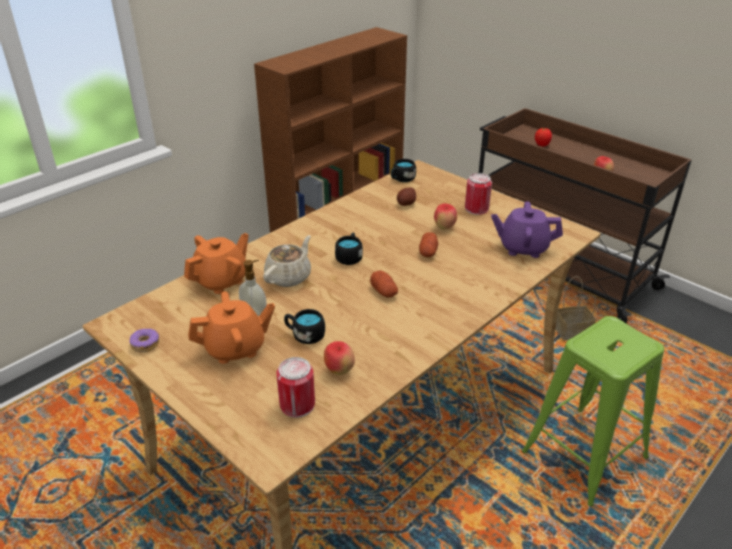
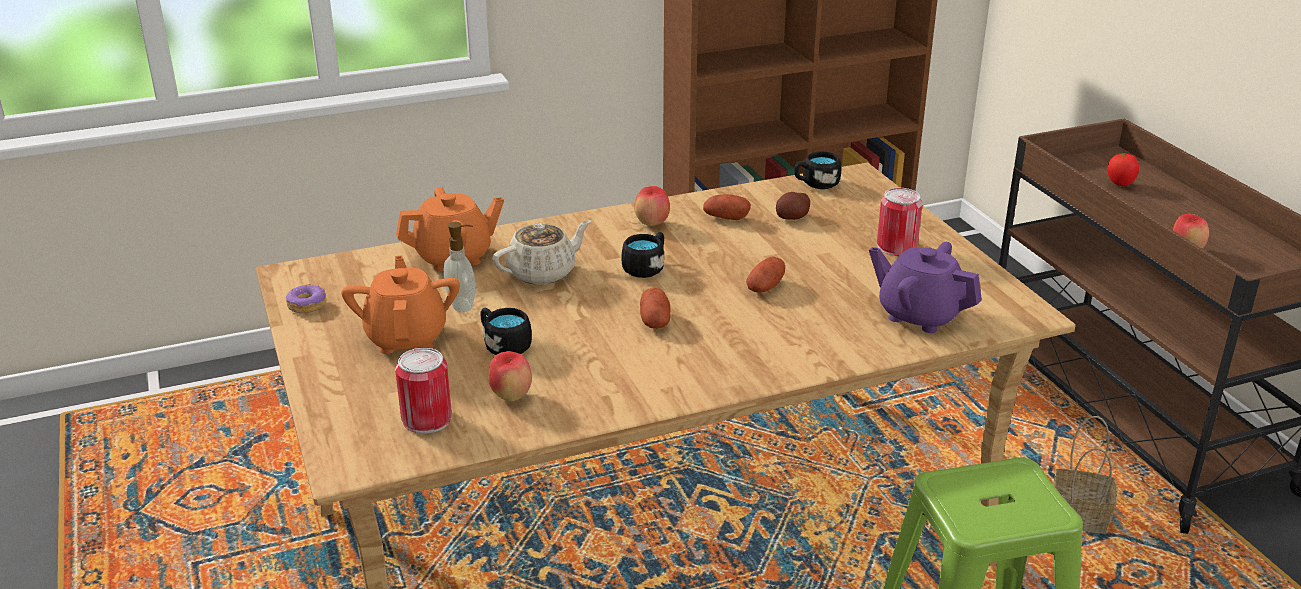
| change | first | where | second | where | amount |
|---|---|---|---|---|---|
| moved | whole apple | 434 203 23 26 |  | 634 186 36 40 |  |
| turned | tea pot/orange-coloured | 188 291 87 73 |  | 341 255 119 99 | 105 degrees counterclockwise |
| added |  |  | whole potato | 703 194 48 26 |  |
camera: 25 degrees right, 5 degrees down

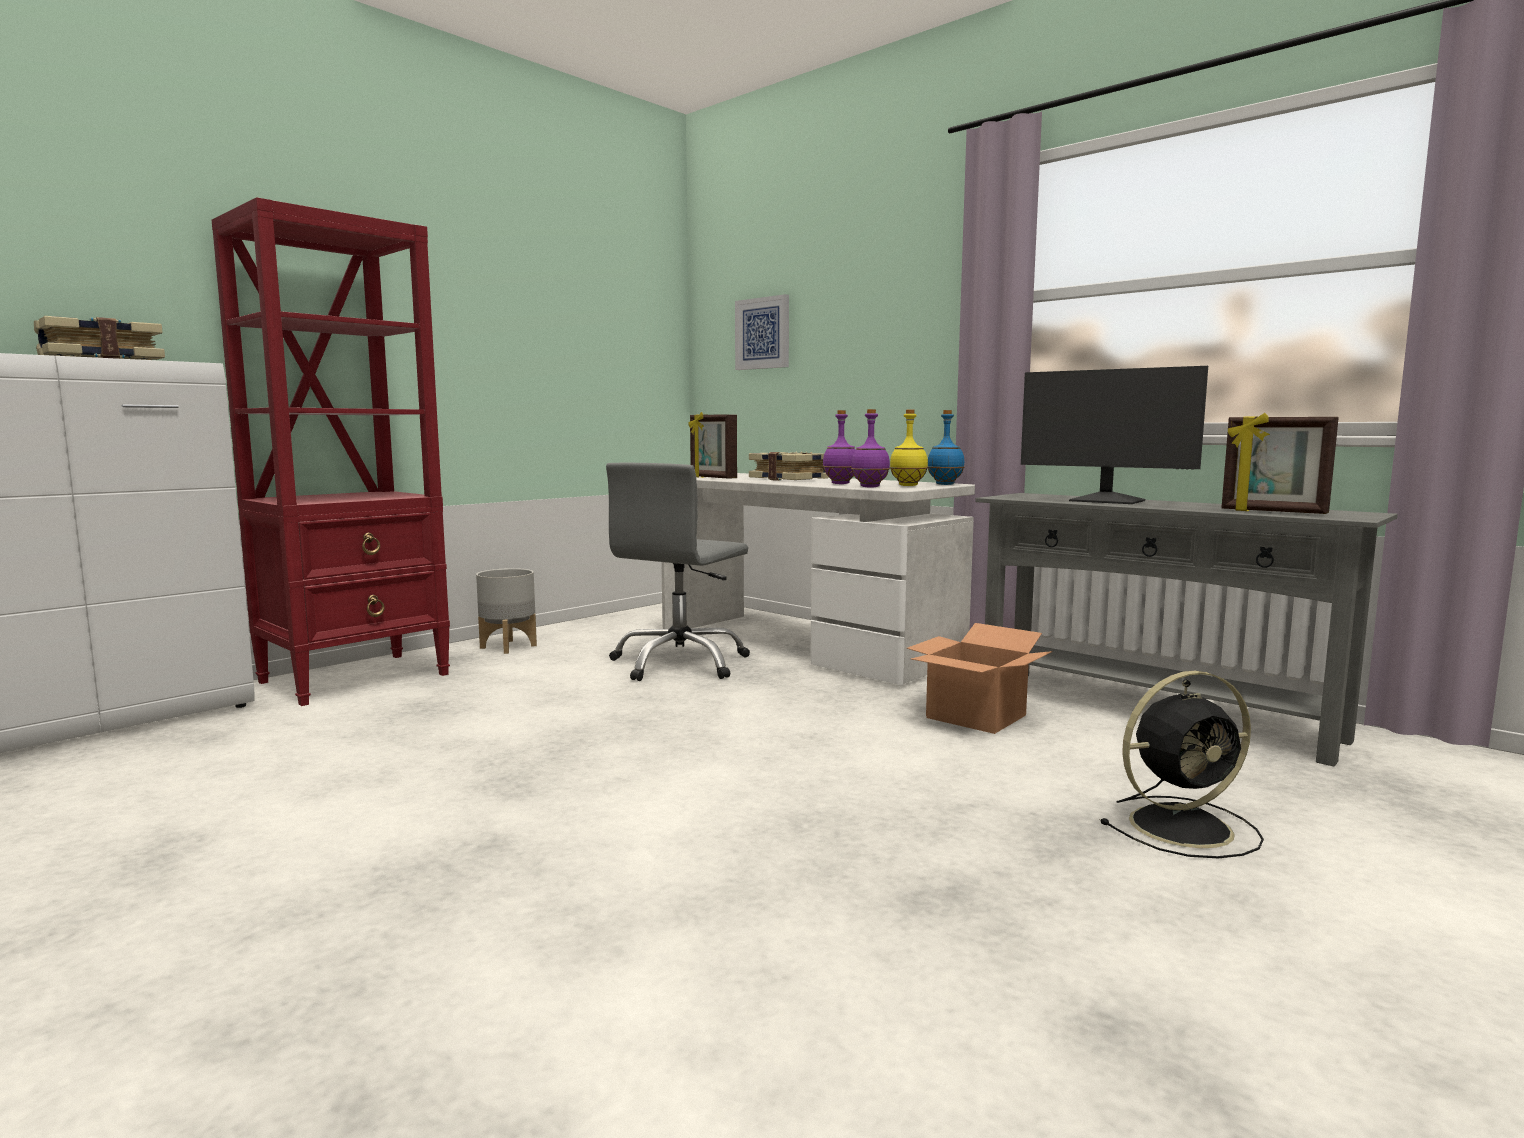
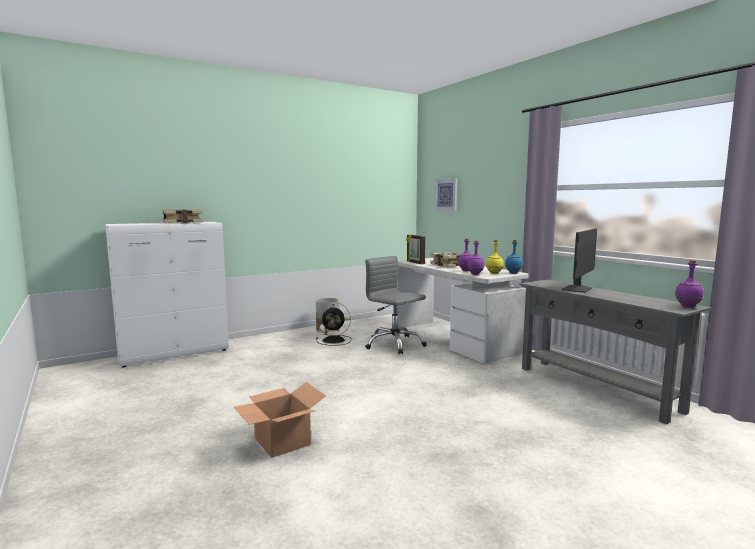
| change | first | where | second | where | amount |
|---|---|---|---|---|---|
| removed | shelving unit/red | 212 197 238 509 |  |  |  |
| turned | computer display | 1021 366 187 138 |  | 561 228 36 65 | 105 degrees counterclockwise |
| removed | picture frame | 1221 413 118 101 |  |  |  |
| turned | desk chair/grey | 606 463 144 218 |  | 365 256 62 99 | 90 degrees clockwise |
| moved | carton | 907 623 146 111 |  | 234 382 92 76 |  |
| moved | fan/black-coloured | 1100 671 164 187 |  | 316 302 35 44 |  |
| added |  |  | bottle/purplish | 675 260 29 48 |  |
camera: 15 degrees right, 0 degrees up

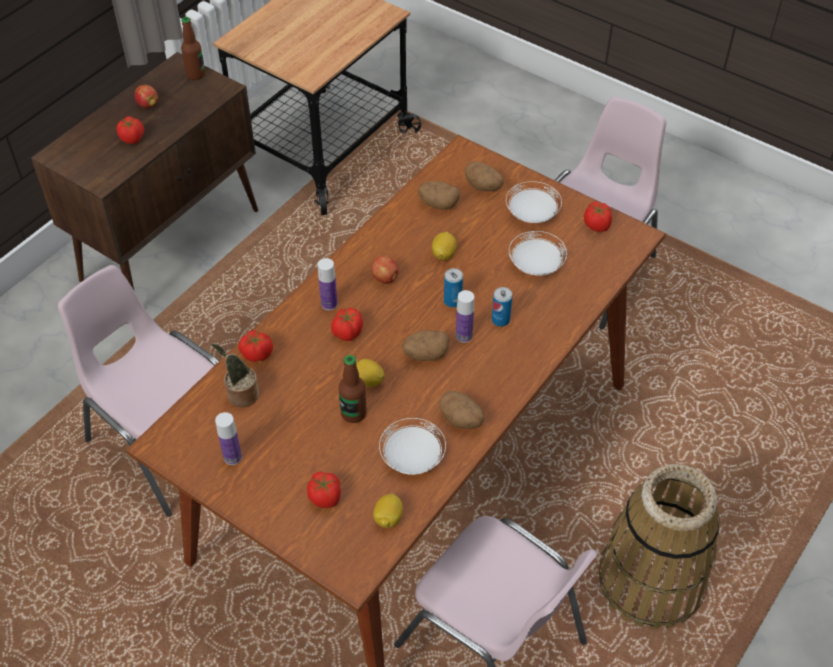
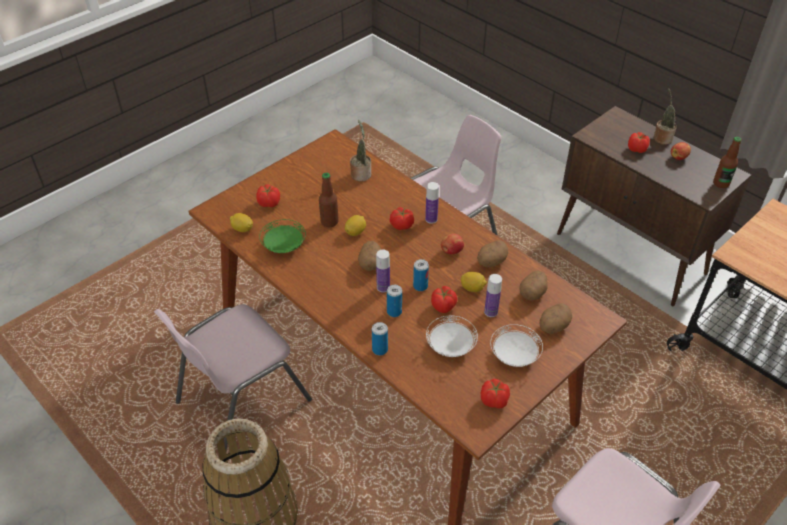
| change | first | where | second | where | amount |
|---|---|---|---|---|---|
| moved | whole tomato | 239 330 34 32 |  | 431 286 26 27 |  |
| moved | whole potato | 439 391 46 38 |  | 477 240 31 28 |  |
| moved | bottle | 215 412 27 53 |  | 484 274 18 43 |  |
| recoloured | plate/white-coloured | 379 418 67 57 | plate/green | 259 219 47 34 |  |
| added |  |  | houseplant | 654 88 23 57 |  |
| added |  |  | sealed can | 372 322 16 34 |  |
camera: 100 degrees right, 5 degrees down

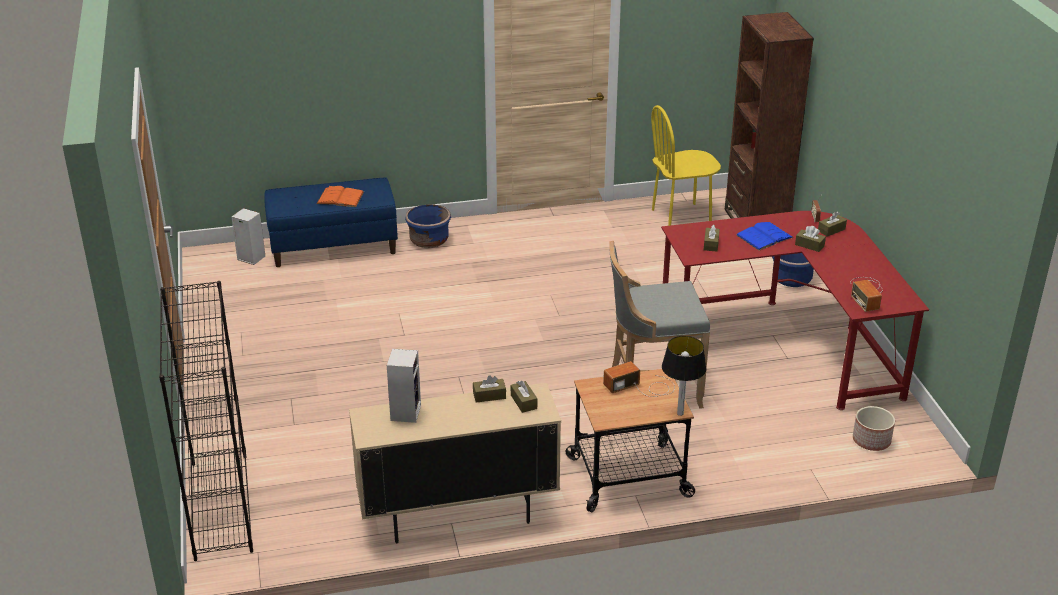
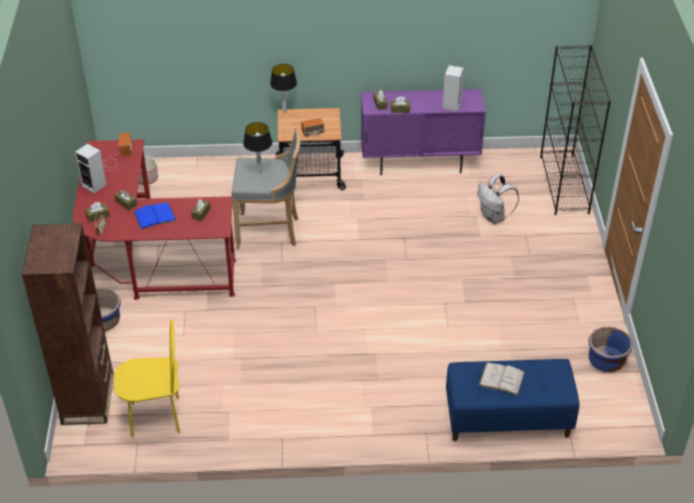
| change | first | where | second | where | amount |
|---|---|---|---|---|---|
| recoloured | book/orange-coloured | 316 186 48 21 | book/white-coloured | 479 363 46 32 |  |
| moved | flower pot/blue-coloured | 405 204 46 44 |  | 588 327 44 45 |  |
| moved | speaker | 232 208 33 57 |  | 75 143 31 51 |  |
| recoloured | cabinet/beige-coloured | 349 383 212 161 | cabinet/purplish | 361 89 125 87 |  |
| added |  |  | table lamp | 243 122 29 52 |  |
| added |  |  | rucksack/white-coloured | 477 174 42 50 |  |
camera: 170 degrees left, 10 degrees up

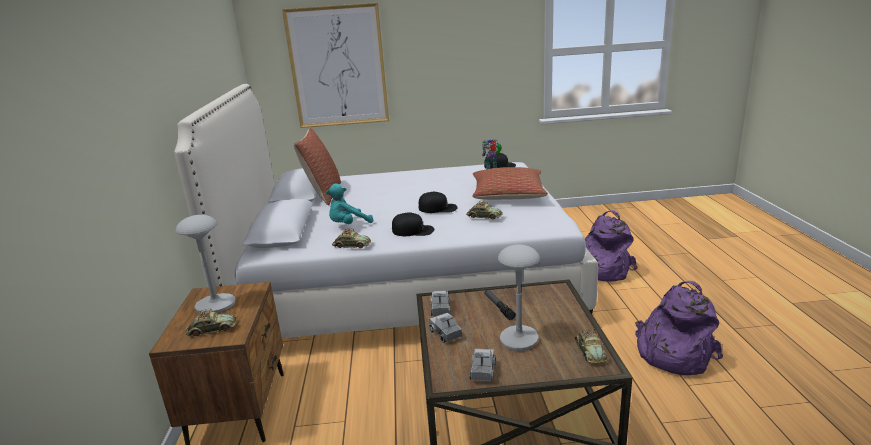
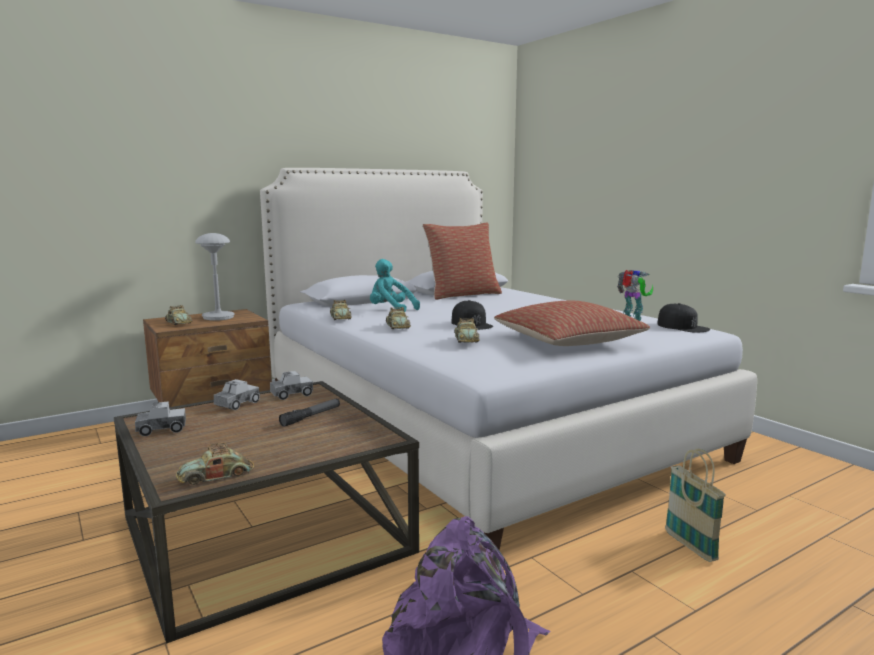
| change | first | where | second | where | amount |
|---|---|---|---|---|---|
| removed | wall picture | 282 3 107 125 |  |  |  |
| replaced | rucksack/purplish | 585 210 53 72 | household basket | 665 449 61 113 |  |
| replaced | cap/black-coloured | 392 212 42 24 | miniature car | 386 307 25 22 |  |
| removed | table lamp/grey | 498 245 42 106 |  |  |  |
camera: 60 degrees right, 10 degrees down

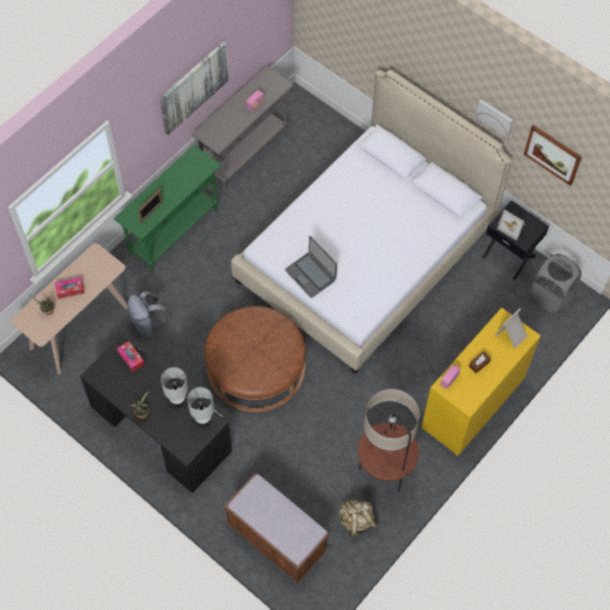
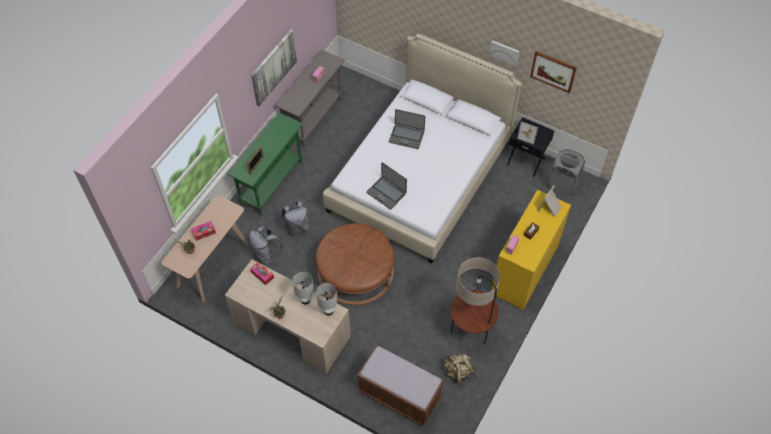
| change | first | where | second | where | amount |
|---|---|---|---|---|---|
| recoloured | desk unit/black-coloured | 80 335 152 158 | desk unit/beige-coloured | 225 259 126 115 |  |
| added |  |  | portable computer | 389 109 36 40 |  |
| added |  |  | rucksack/grey | 282 201 27 35 |  |
camera: 10 degrees left, 5 degrees down

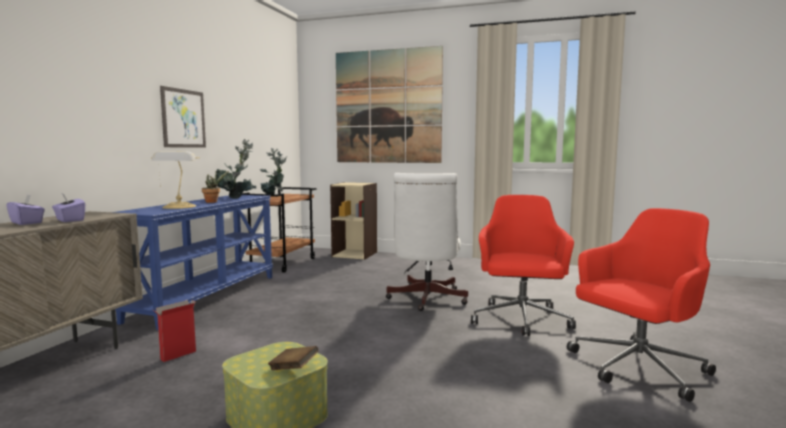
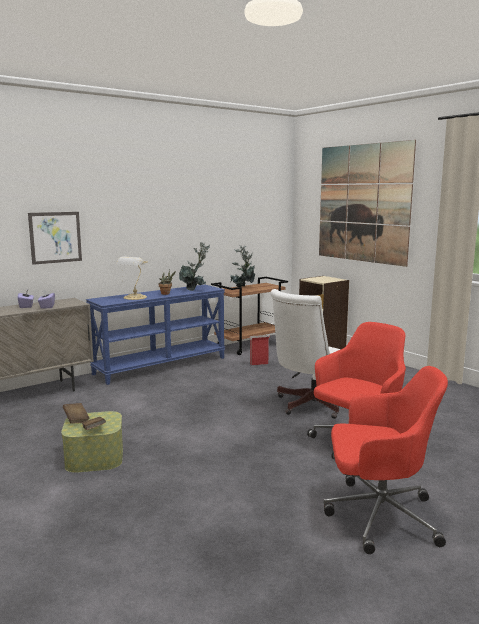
| change | first | where | second | where | amount |
|---|---|---|---|---|---|
| moved | wall picture | 160 86 46 62 |  | 28 212 54 53 |  |
| moved | carton | 153 300 43 62 |  | 250 335 20 30 |  |
| added |  |  | book/brown-coloured | 63 403 26 21 |  |
camera: 35 degrees right, 5 degrees up

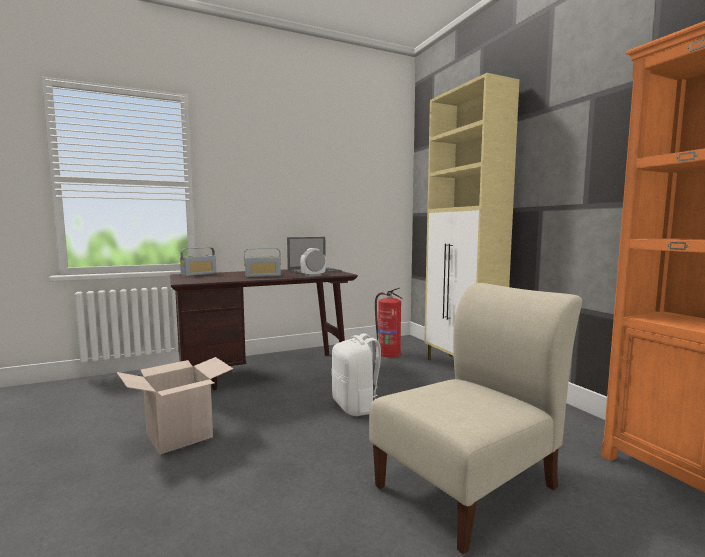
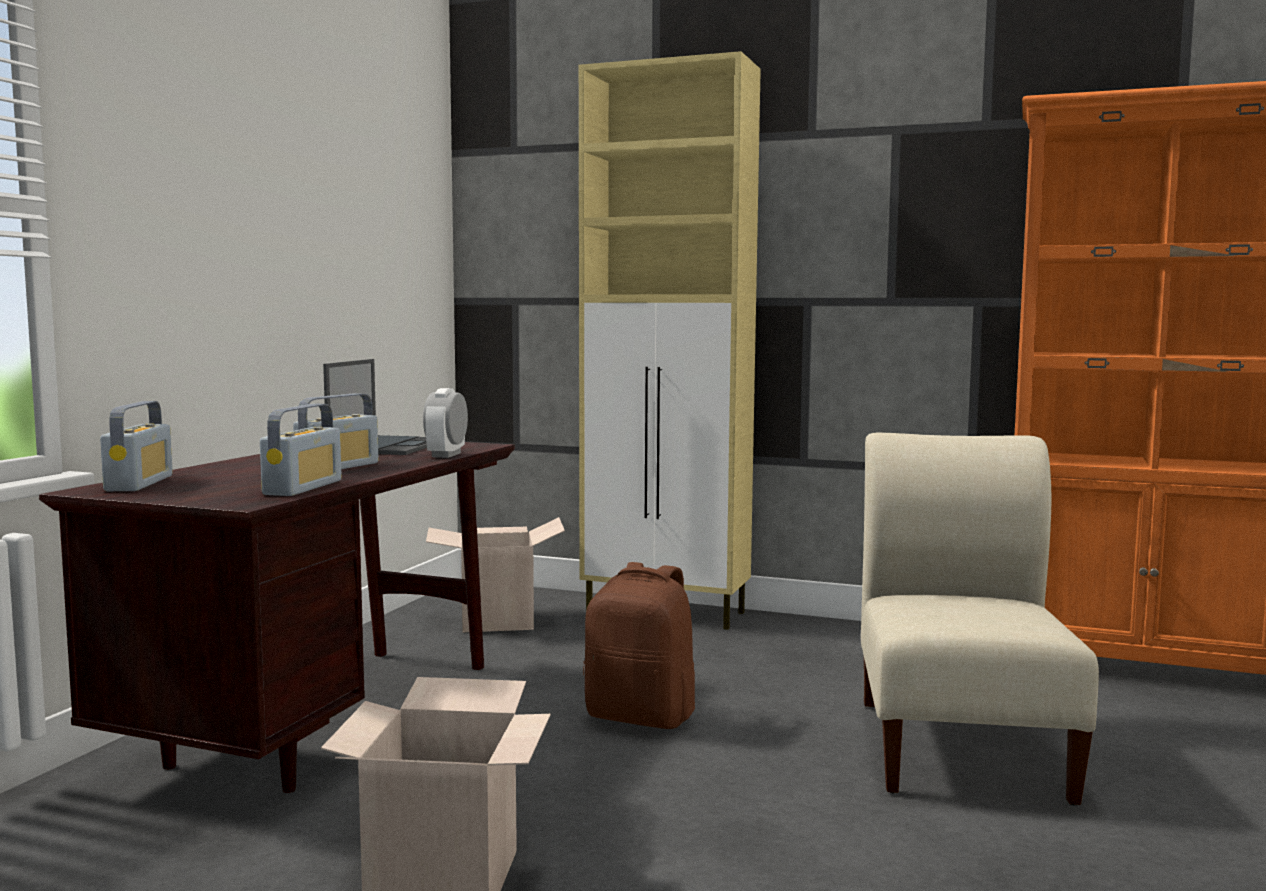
| change | first | where | second | where | amount |
|---|---|---|---|---|---|
| replaced | fire-fighting cylinder | 375 288 28 69 | carton | 426 517 139 115 |  |
| recoloured | rucksack/white-coloured | 331 333 50 83 | rucksack/brown-coloured | 583 562 112 167 |  |
| added |  |  | radio receiver | 260 403 82 93 |  |
camera: 45 degrees left, 0 degrees up

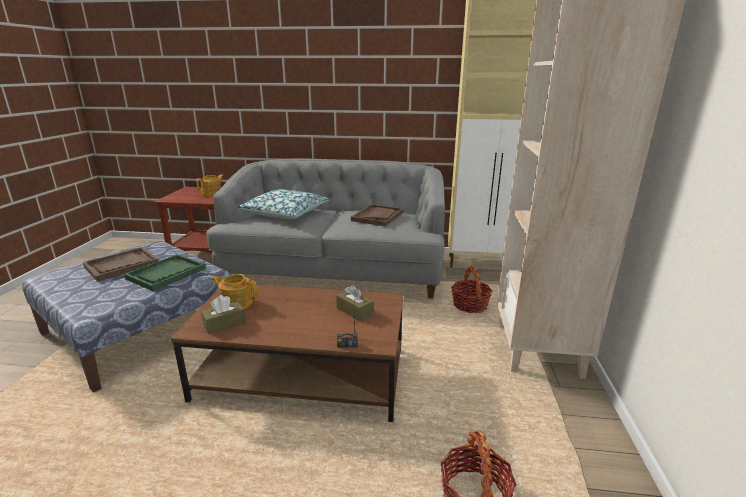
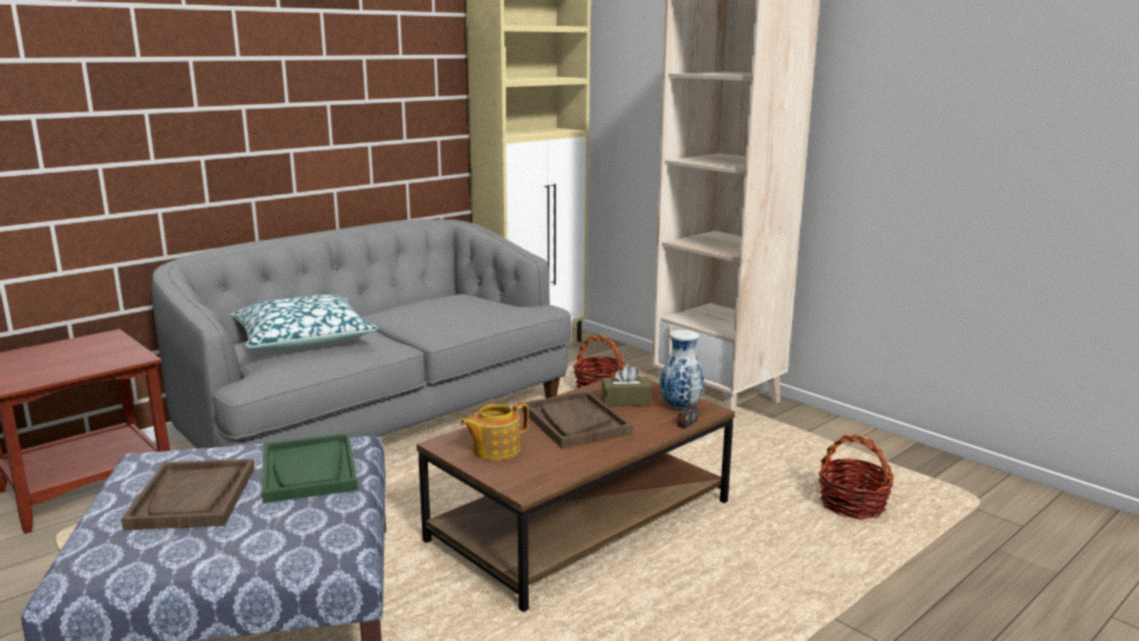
| change | first | where | second | where | amount |
|---|---|---|---|---|---|
| removed | tea pot | 196 174 28 22 |  |  |  |
| moved | carrying tray/brown-coloured | 351 204 53 23 |  | 522 391 111 57 |  |
| removed | tissue holder/brown-coloured | 201 295 45 39 |  |  |  |
| added |  |  | decorative vase | 660 330 44 79 |  |
camera: 50 degrees left, 5 degrees down

